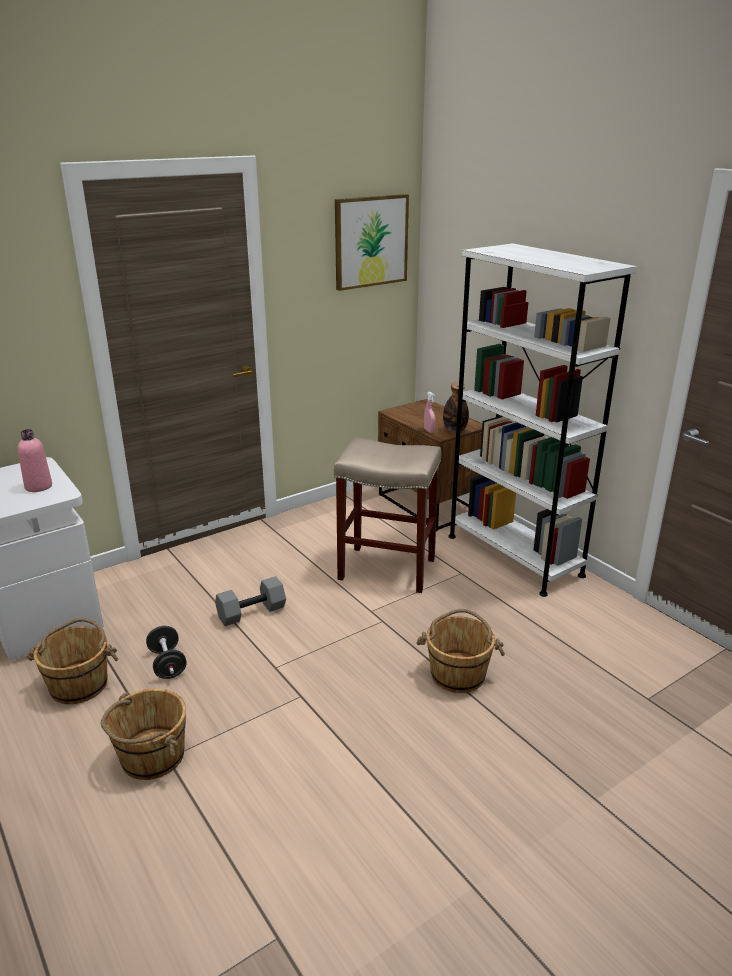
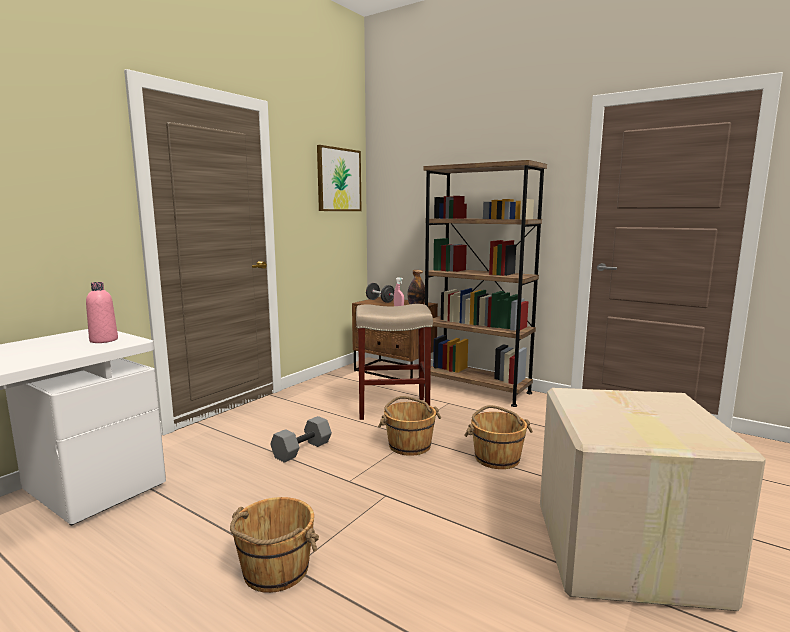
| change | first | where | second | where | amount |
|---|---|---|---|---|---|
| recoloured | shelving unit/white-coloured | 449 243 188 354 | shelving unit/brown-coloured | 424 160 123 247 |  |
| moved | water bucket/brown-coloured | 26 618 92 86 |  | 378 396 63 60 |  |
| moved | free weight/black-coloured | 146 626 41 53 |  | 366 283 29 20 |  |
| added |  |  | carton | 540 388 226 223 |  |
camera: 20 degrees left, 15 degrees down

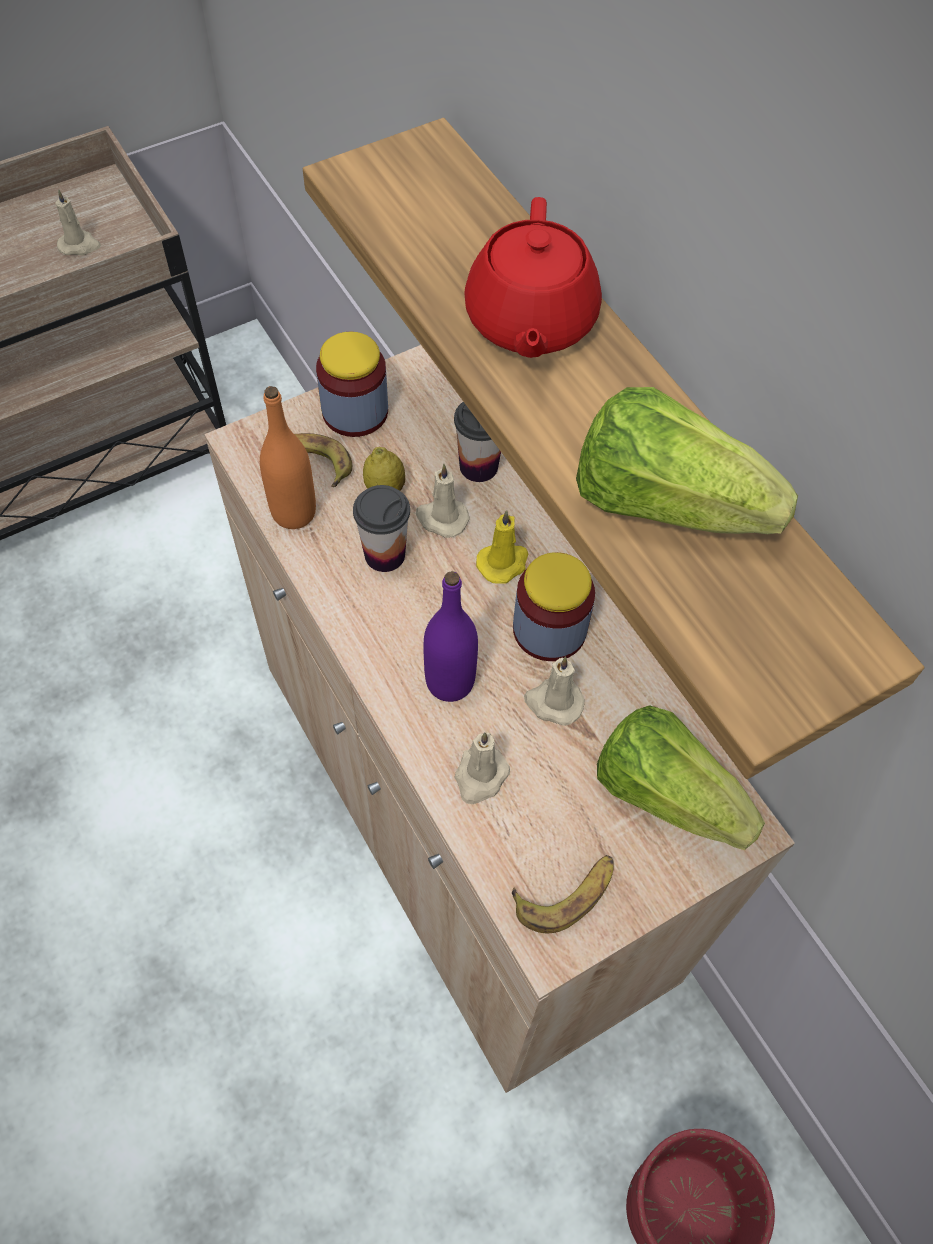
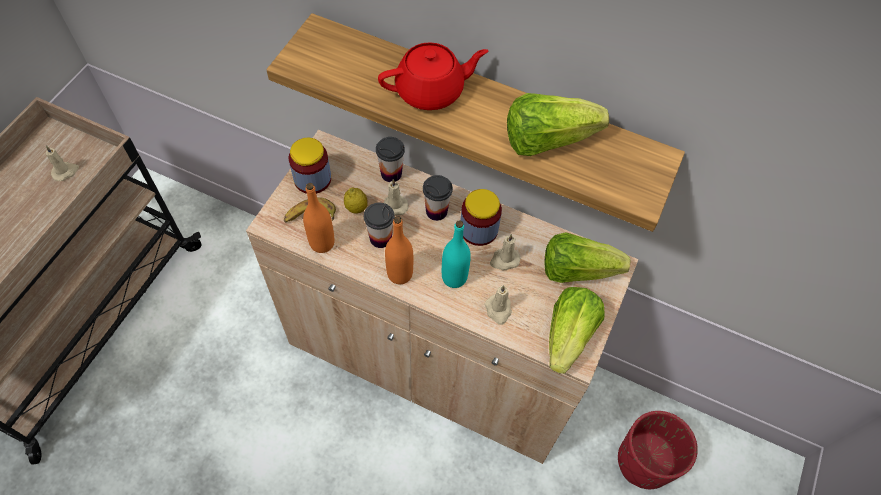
| change | first | where | second | where | amount |
|---|---|---|---|---|---|
| turned | tea pot/red | 464 197 138 161 |  | 378 42 111 68 | 75 degrees counterclockwise |
| replaced | candle/yellow | 476 510 52 74 | small cup | 423 175 30 46 |  |
| recoloured | bottle/purplish | 423 571 55 131 | bottle/turquoise-coloured | 442 220 29 68 |  |
| replaced | banana | 512 855 102 78 | lettuce | 549 287 56 87 |  |
| added |  |  | bottle/orange-coloured | 385 216 28 68 |  |
camera: 35 degrees left, 0 degrees up

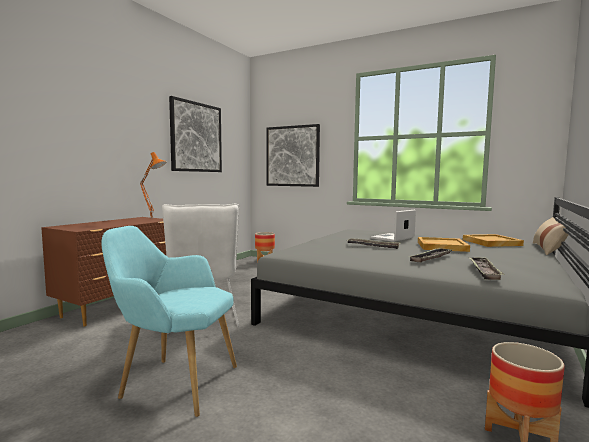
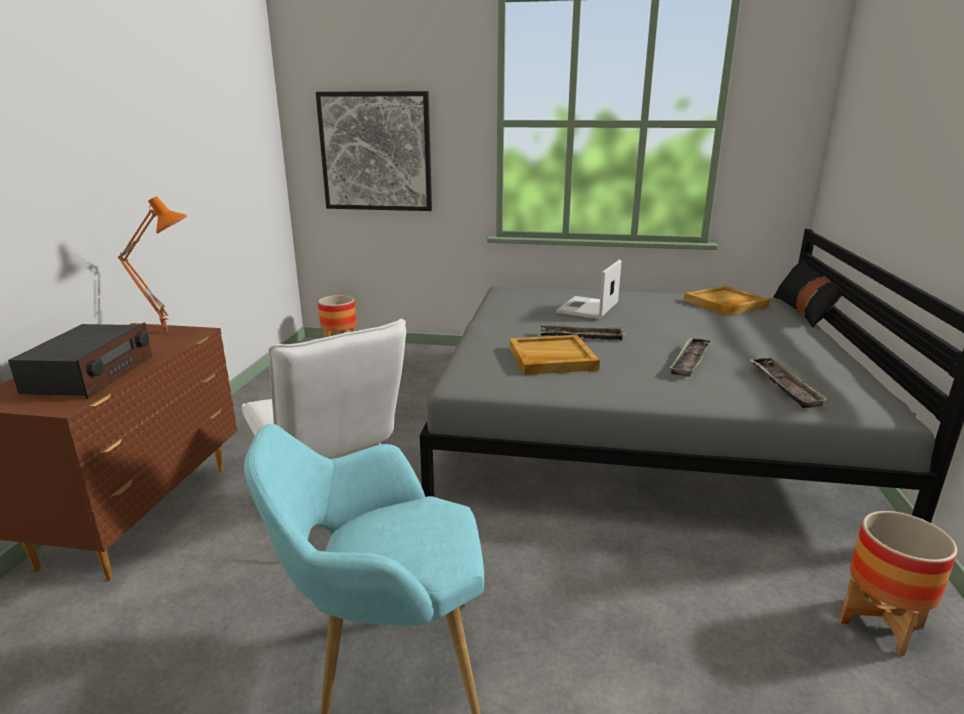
| change | first | where | second | where | amount |
|---|---|---|---|---|---|
| removed | wall picture | 169 96 53 76 |  |  |  |
| recoloured | throw pillow/beige-coloured | 533 217 35 38 | throw pillow/black-coloured | 773 259 69 68 |  |
| moved | carrying tray/beige-coloured | 418 237 52 15 |  | 509 335 91 40 |  |
| added |  |  | radio receiver | 8 323 144 76 |  |
camera: 20 degrees left, 15 degrees up

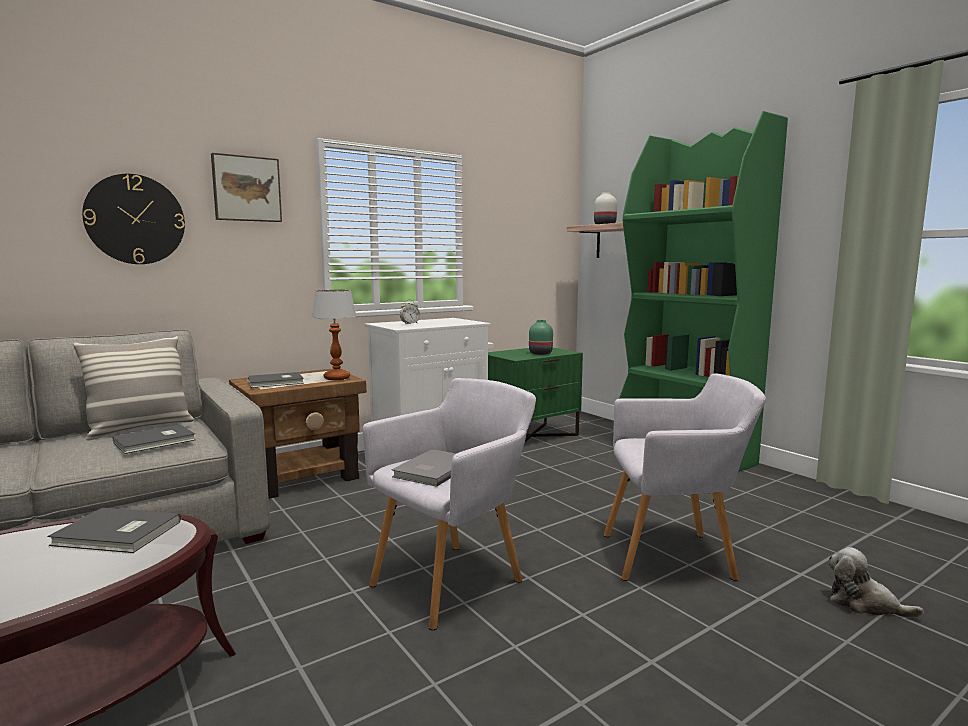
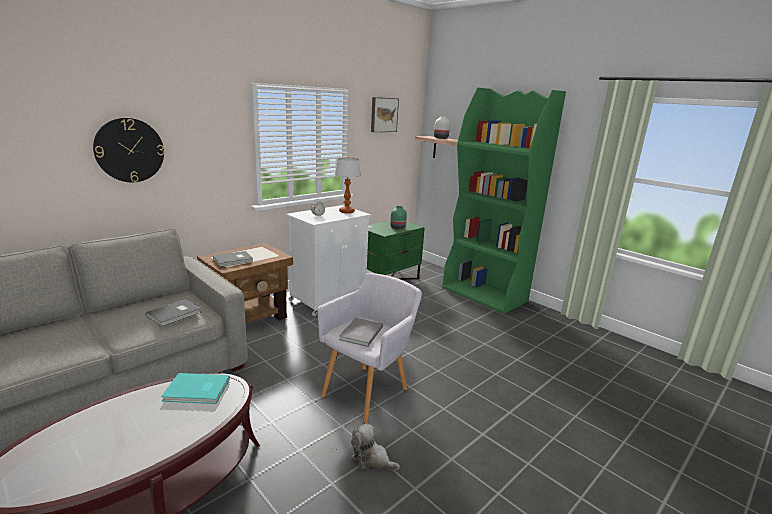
| change | first | where | second | where | amount |
|---|---|---|---|---|---|
| moved | wall picture | 211 153 71 69 |  | 371 97 28 35 |  |
| moved | table lamp | 312 290 44 90 |  | 335 157 26 57 |  |
| removed | throw pillow | 73 336 121 105 |  |  |  |
| removed | easy chair/grey | 604 373 162 208 |  |  |  |
| recoloured | book/grey | 47 508 134 45 | book/turquoise-coloured | 161 373 69 31 |  |
| moved | soft toy | 828 547 96 71 |  | 351 423 49 48 |  |
camera: 10 degrees left, 10 degrees up

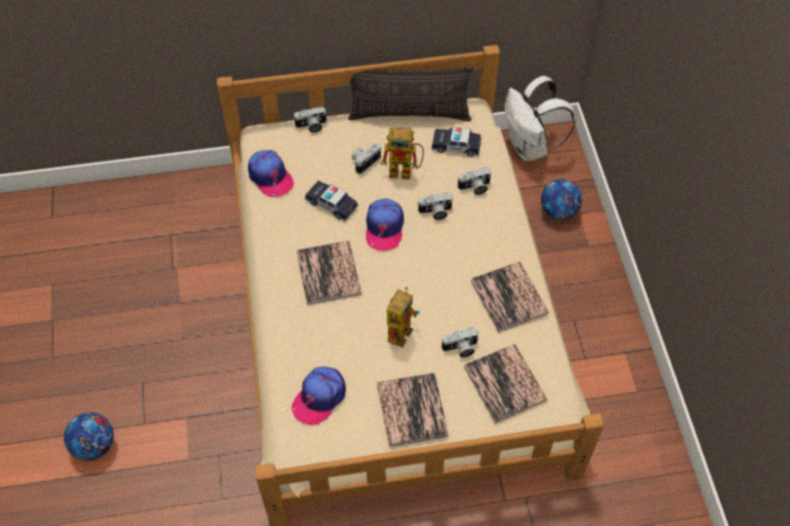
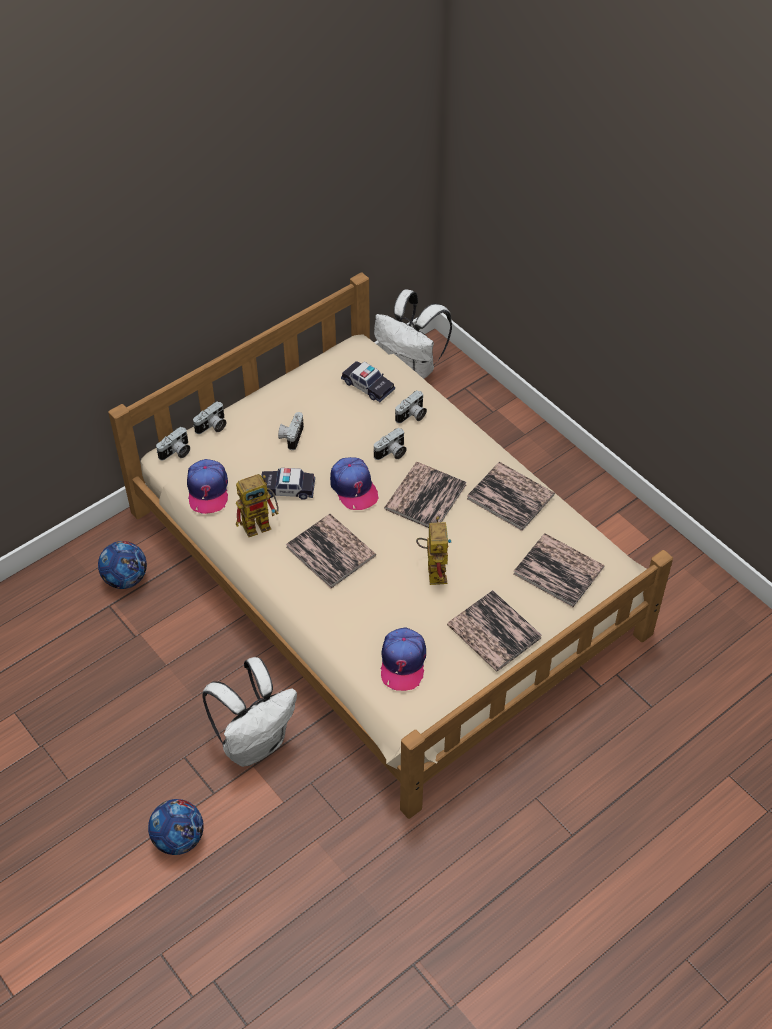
| change | first | where | second | where | amount |
|---|---|---|---|---|---|
| removed | throw pillow | 348 66 125 55 |  |  |  |
| moved | toy robot | 381 127 43 53 |  | 236 474 43 63 |  |
| turned | miniature car | 431 127 50 30 |  | 341 361 54 41 | 120 degrees counterclockwise |
| turned | cap | 248 150 46 47 |  | 187 459 41 55 | 60 degrees clockwise |
| moved | ball for football | 541 179 42 41 |  | 98 541 49 48 |  |
| moved | photo camera | 441 327 38 31 |  | 156 427 34 33 |  |
| added |  |  | book | 384 462 83 66 |  |
| added |  |  | rucksack/white-coloured | 202 657 95 110 |  |
camera: 30 degrees left, 5 degrees down

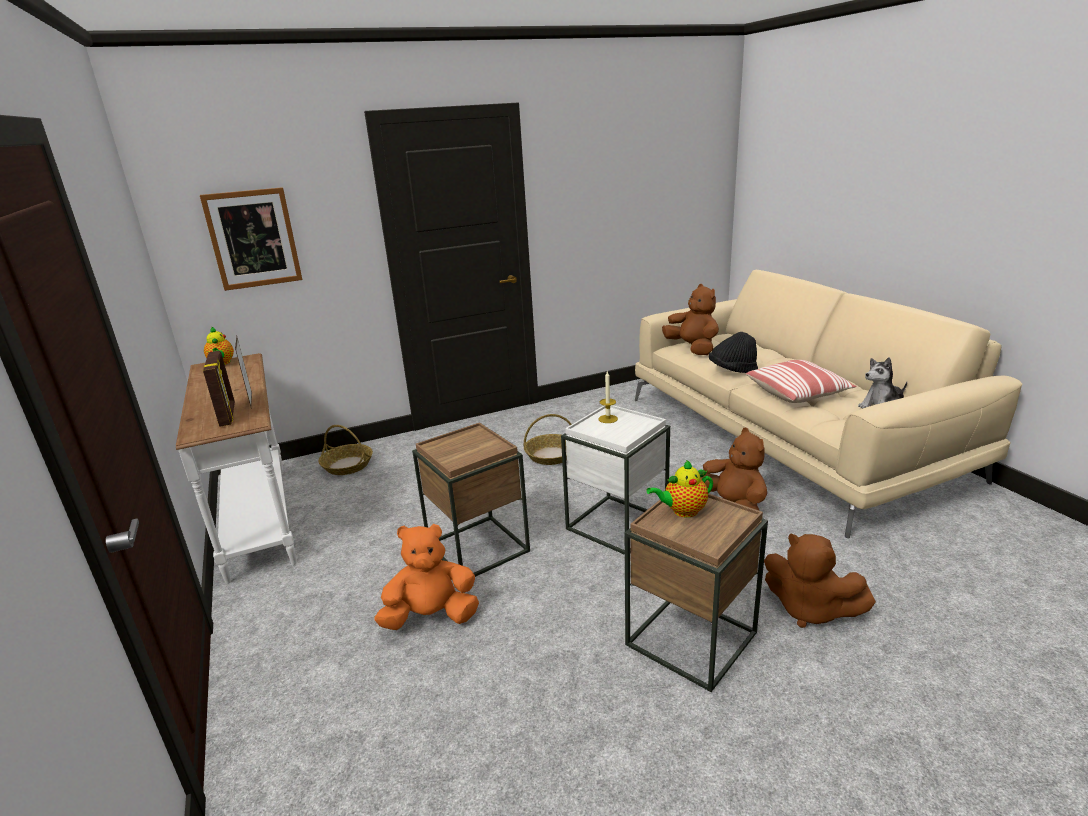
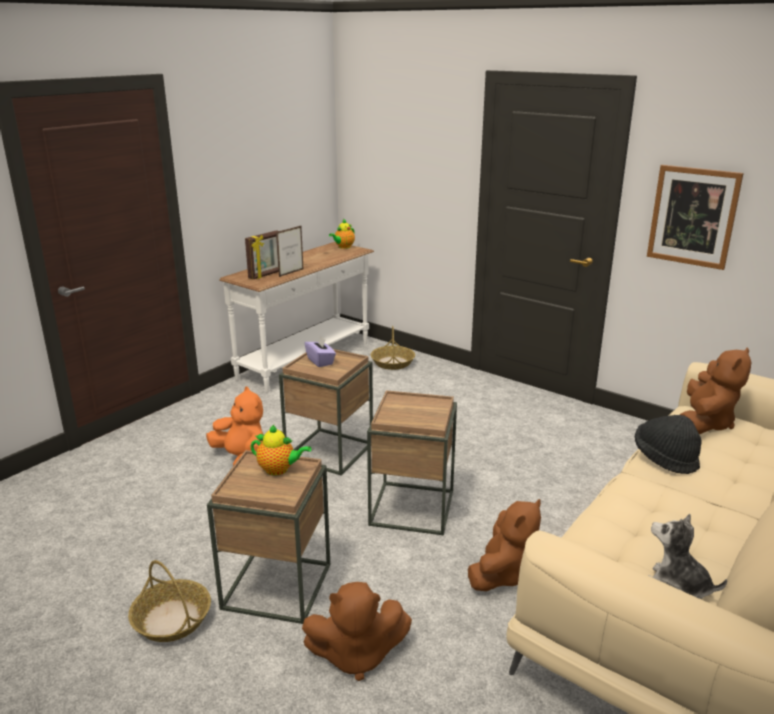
| change | first | where | second | where | amount |
|---|---|---|---|---|---|
| moved | wall picture | 200 187 102 104 |  | 647 165 97 105 |  |
| removed | throw pillow | 746 360 111 43 |  |  |  |
| removed | candle | 599 371 19 52 |  |  |  |
| recoloured | side table/white-coloured | 561 405 109 150 | side table/brown-coloured | 367 390 90 146 |  |
| moved | household basket | 523 414 49 51 |  | 128 560 83 82 |  |
| turned | tea pot | 647 460 66 58 |  | 251 425 60 50 | 150 degrees clockwise |
| turned | soft toy/brown-coloured | 764 534 112 94 |  | 302 582 110 99 | 105 degrees counterclockwise |
| added |  |  | tissue holder/purplish | 305 335 31 32 |  |
camera: 60 degrees right, 0 degrees up

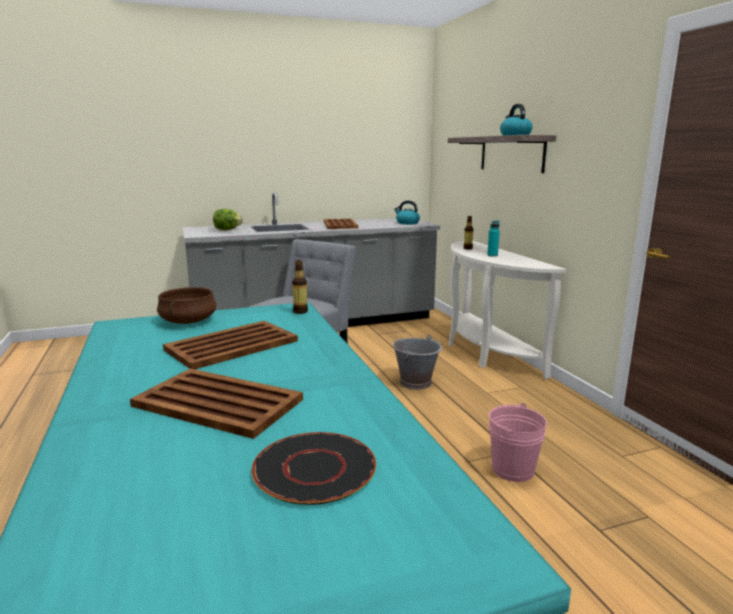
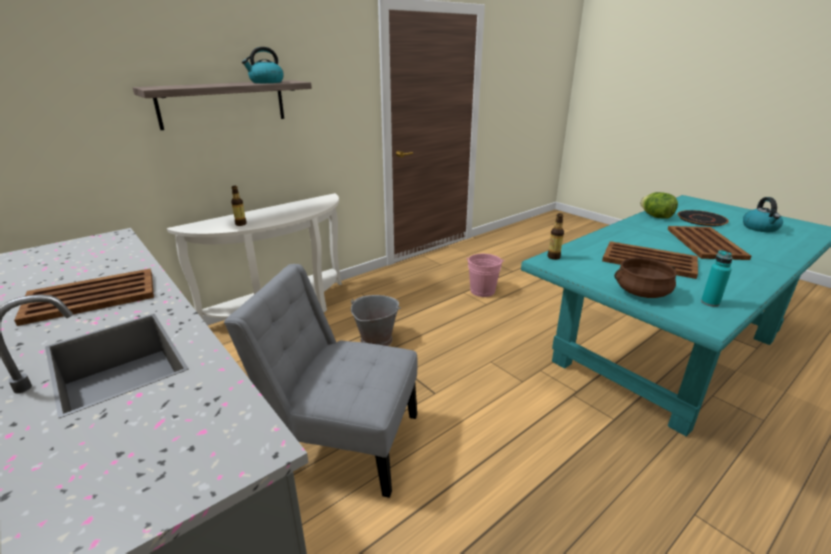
| change | first | where | second | where | amount |
|---|---|---|---|---|---|
| moved | water kettle | 394 200 26 24 |  | 743 197 40 35 |  |
| moved | lettuce | 213 209 30 21 |  | 640 192 38 27 |  |
| moved | bottle/turquoise-coloured | 487 221 13 36 |  | 701 250 31 57 |  |
camera: 110 degrees left, 10 degrees up

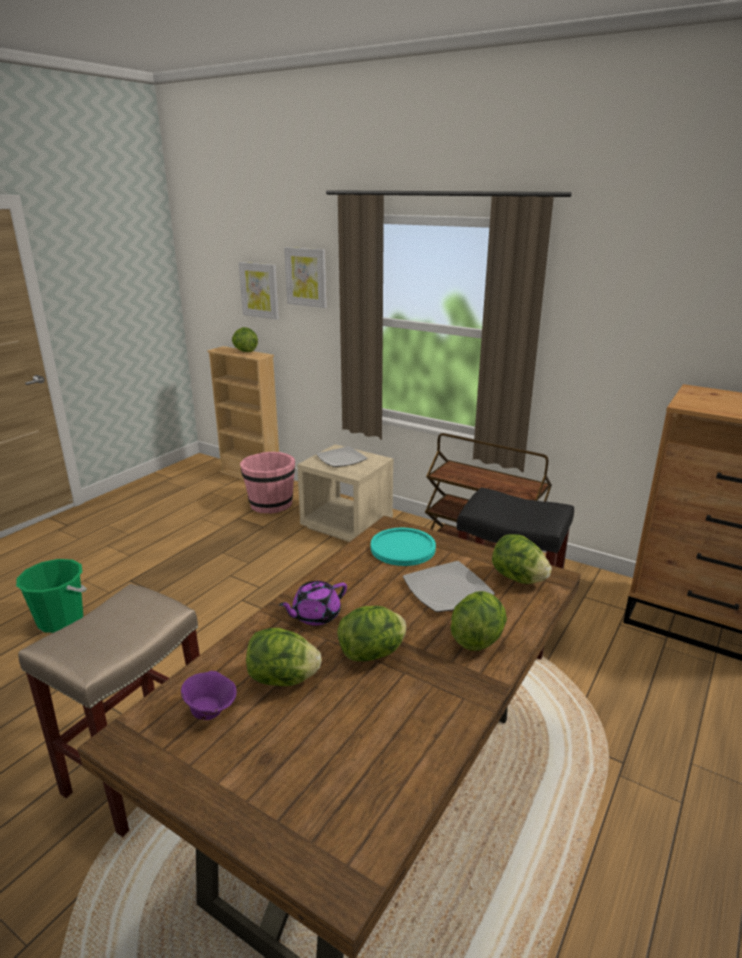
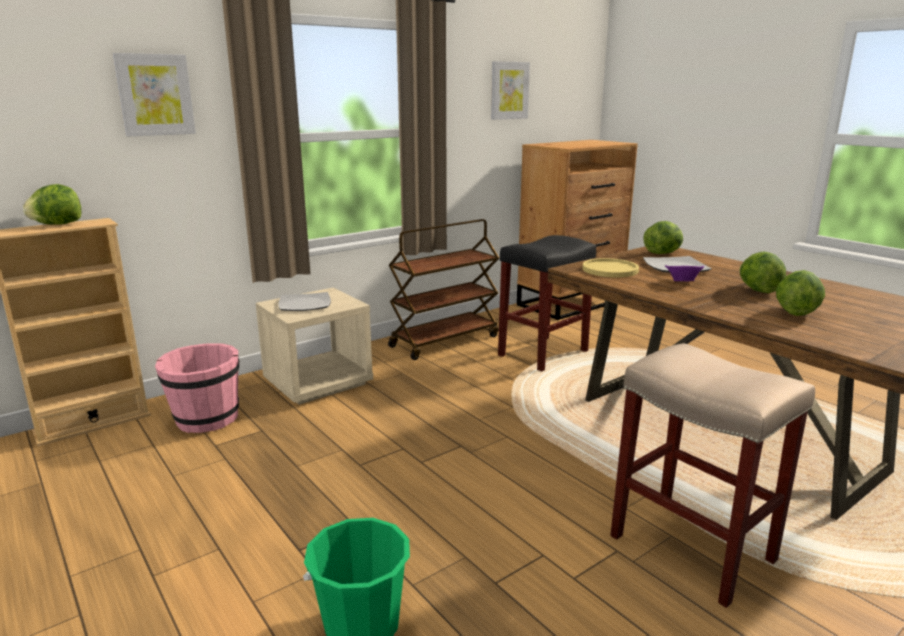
| change | first | where | second | where | amount |
|---|---|---|---|---|---|
| moved | wall picture | 239 262 40 58 |  | 491 61 39 59 |  |
| recoloured | plate/turquoise-coloured | 371 528 65 38 | plate/yellow | 582 258 57 20 |  |
| removed | tea pot/purplish | 279 581 68 44 |  |  |  |
| removed | lettuce | 450 591 57 60 |  |  |  |
| moved | bowl/purplish | 181 670 56 50 |  | 665 265 39 16 |  |
camera: 70 degrees left, 5 degrees down

